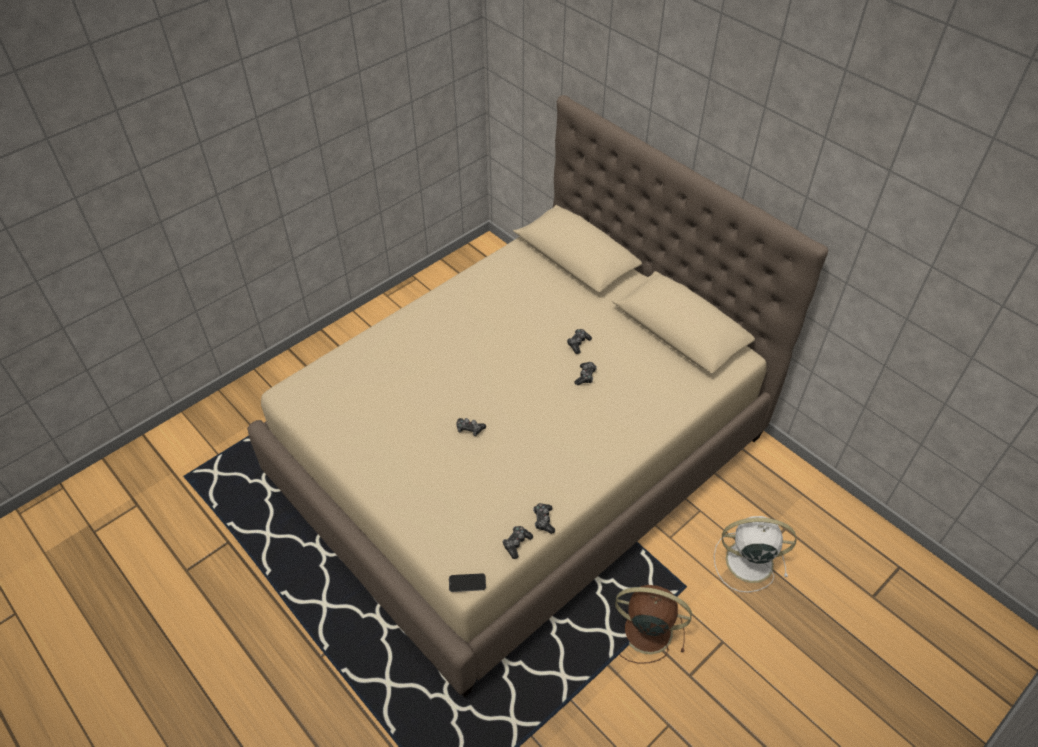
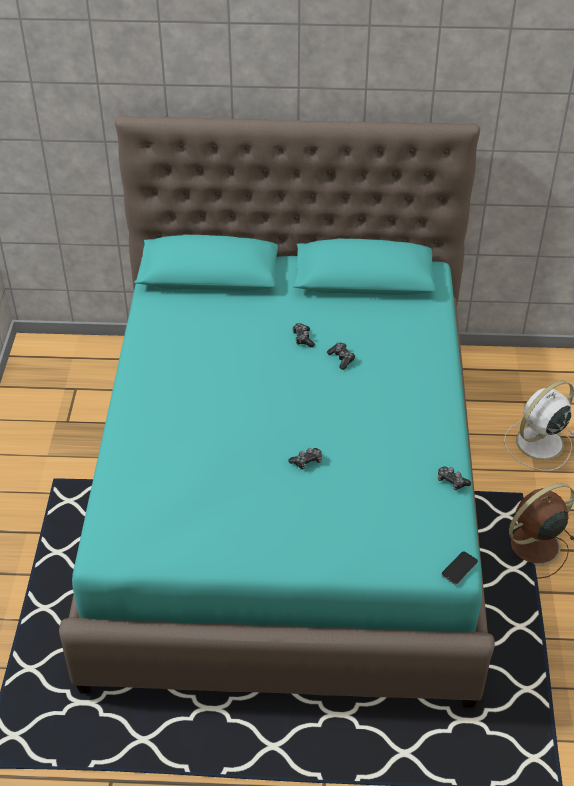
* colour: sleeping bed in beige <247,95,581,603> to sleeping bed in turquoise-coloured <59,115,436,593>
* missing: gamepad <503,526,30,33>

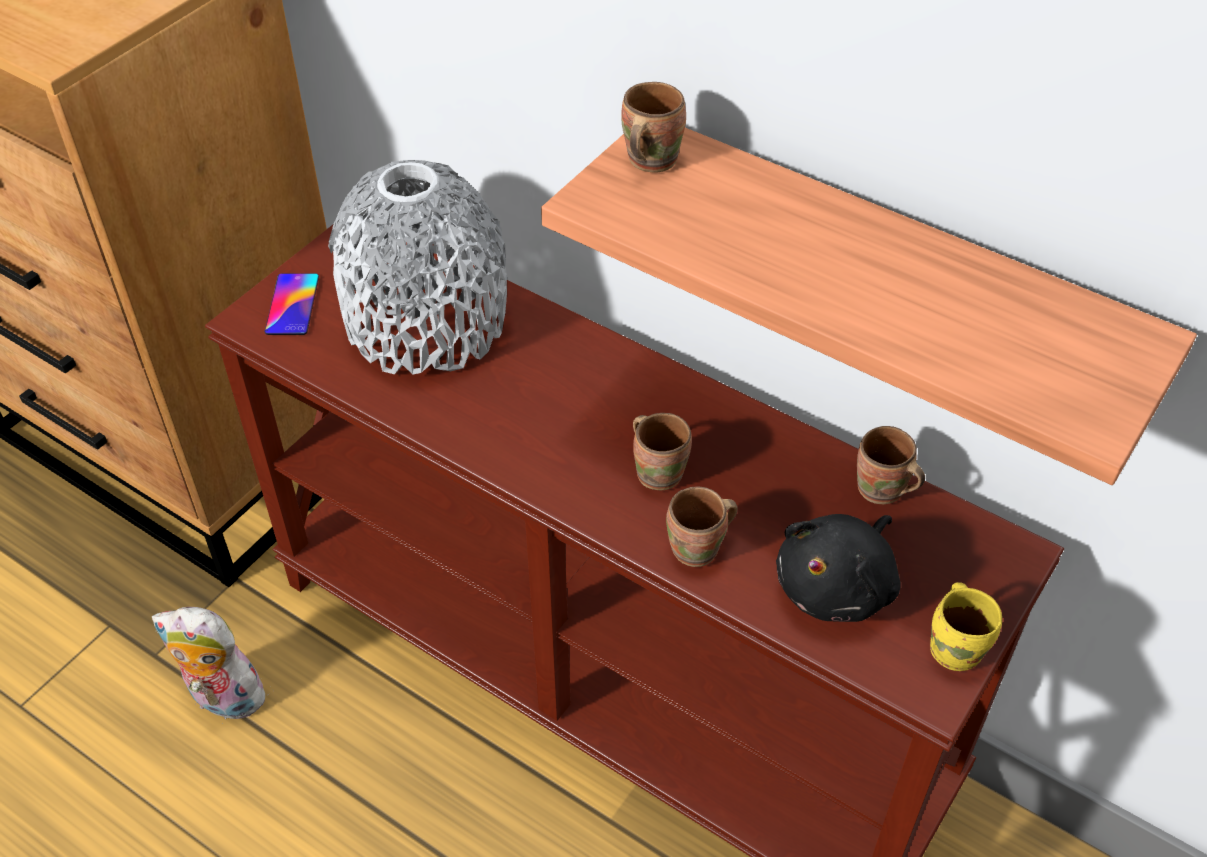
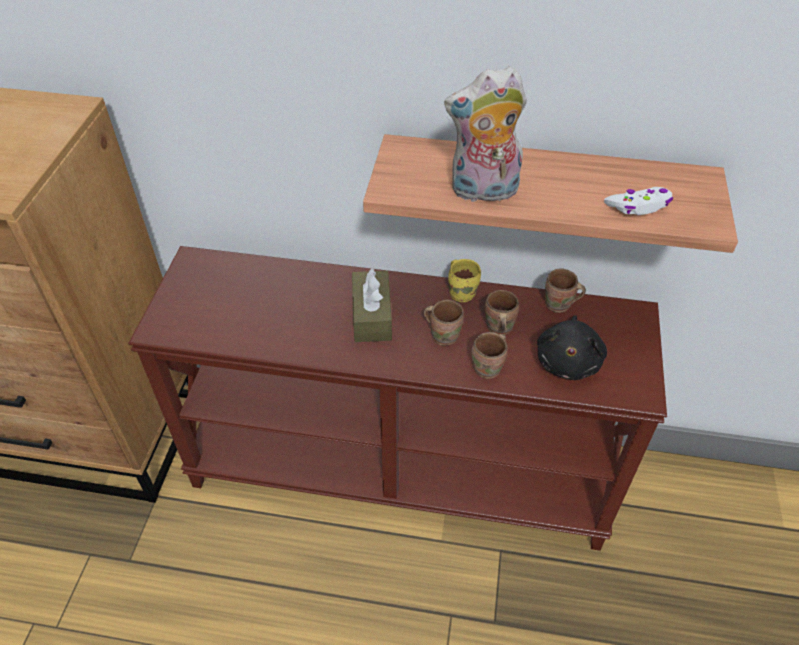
* relocated: plush toy <152,607,117,117> to <444,66,83,136>
* missing: handset <264,273,55,62>
* missing: vase in gray <328,160,179,215>
* relocated: mug in brown-coloured <621,82,65,91> to <485,290,34,45>
* relocated: mug in yellow <930,582,72,89> to <448,259,33,43>
* appeared: box of tissues in brown-coloured <352,268,40,74>
* appeared: gamepad in whitish <604,187,69,28>

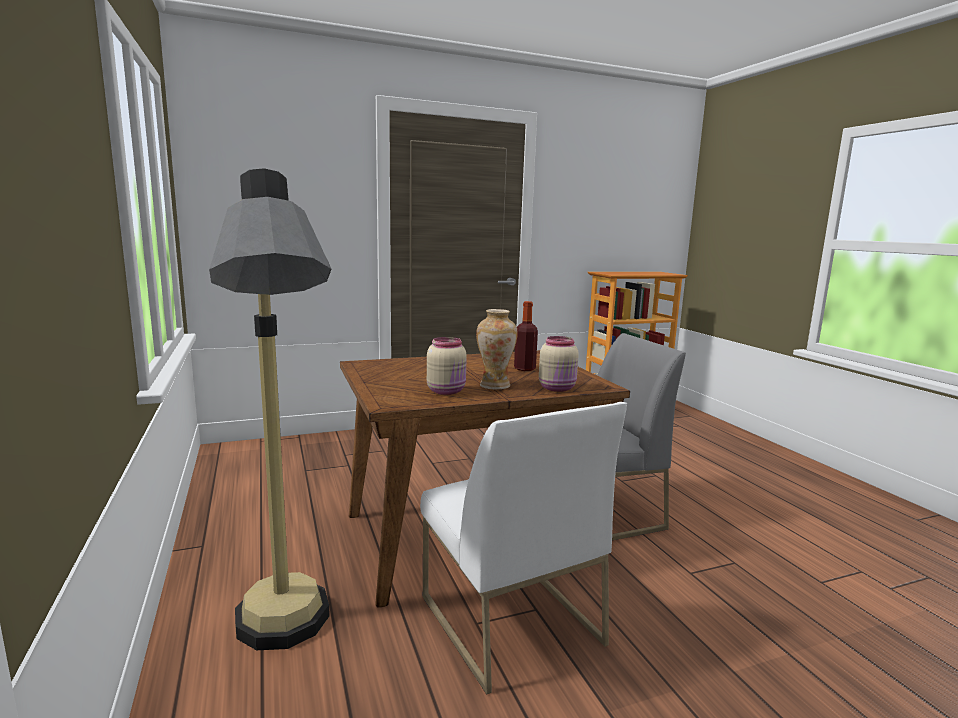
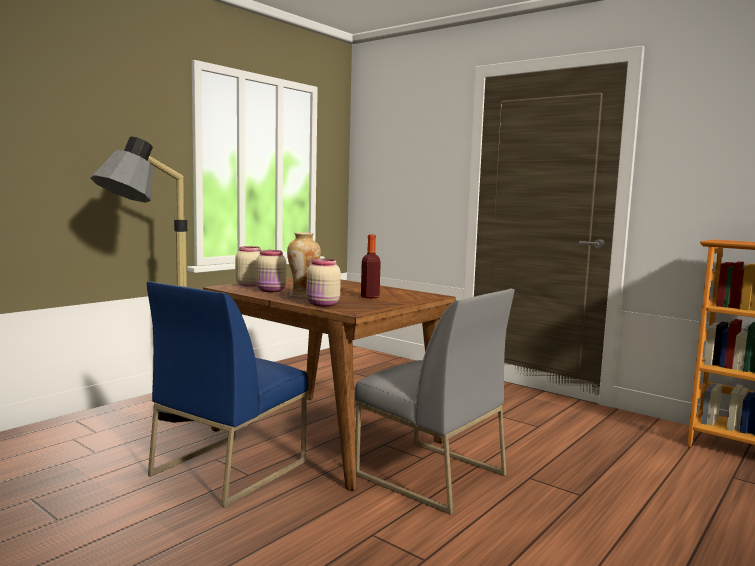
* colour: chair in whitish <420,402,207,292> to chair in bluish <147,281,161,227>
* appeared: jar in beige <235,246,26,41>

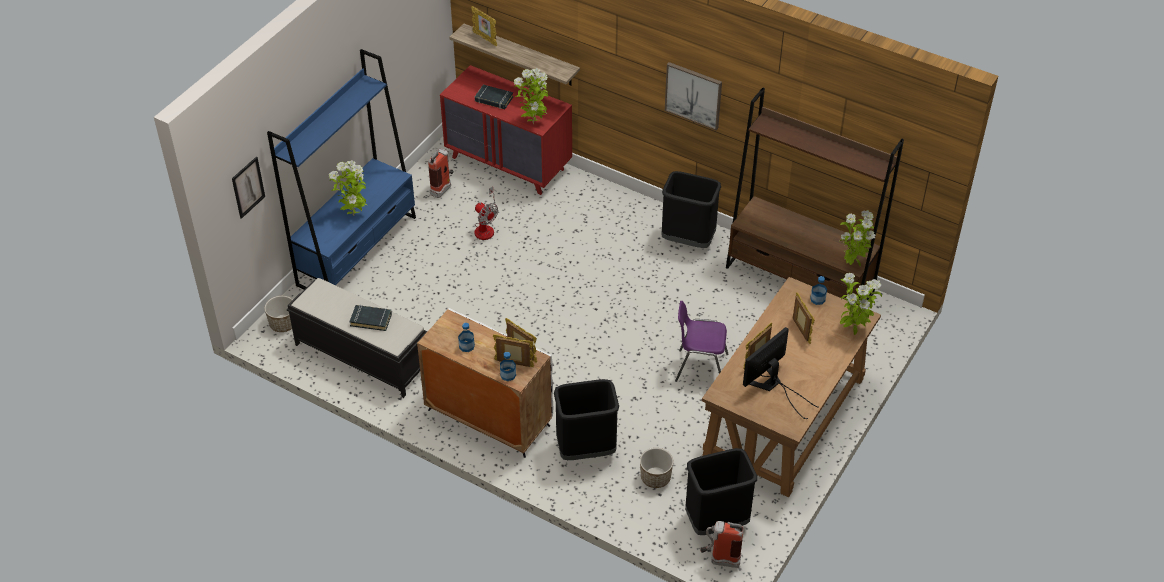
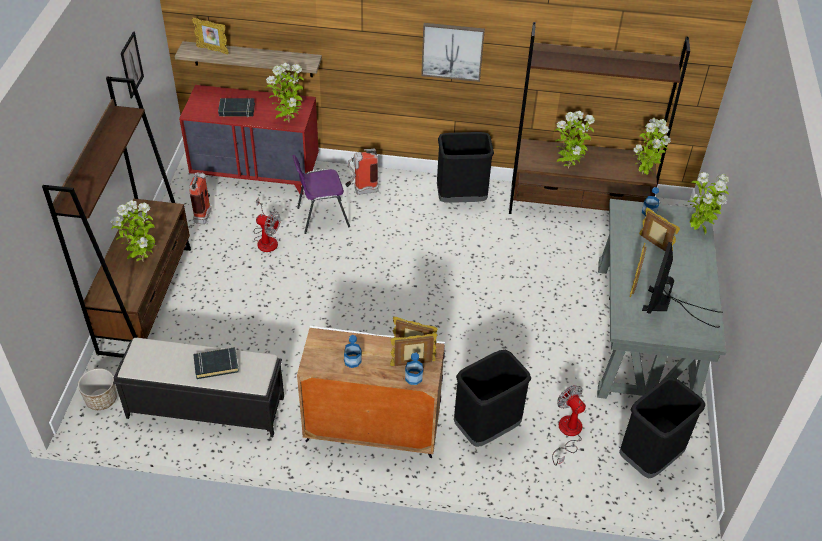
* relocated: wall art <232,157,33,62> to <121,32,23,66>
* colour: shelving unit in bluish <267,49,149,240> to shelving unit in brown-coloured <42,76,149,282>
* exchanged: flower pot <640,448,33,40> to cooling fan <552,385,34,81>
* relocated: chair in purplish <675,301,54,81> to <292,155,58,79>
* relocated: extinguisher <700,521,44,47> to <345,149,34,46>
* colour: desk table in brown-coloured <702,277,179,220> to desk table in gray <597,199,129,200>
* appeared: plant in a pot <554,111,41,58>

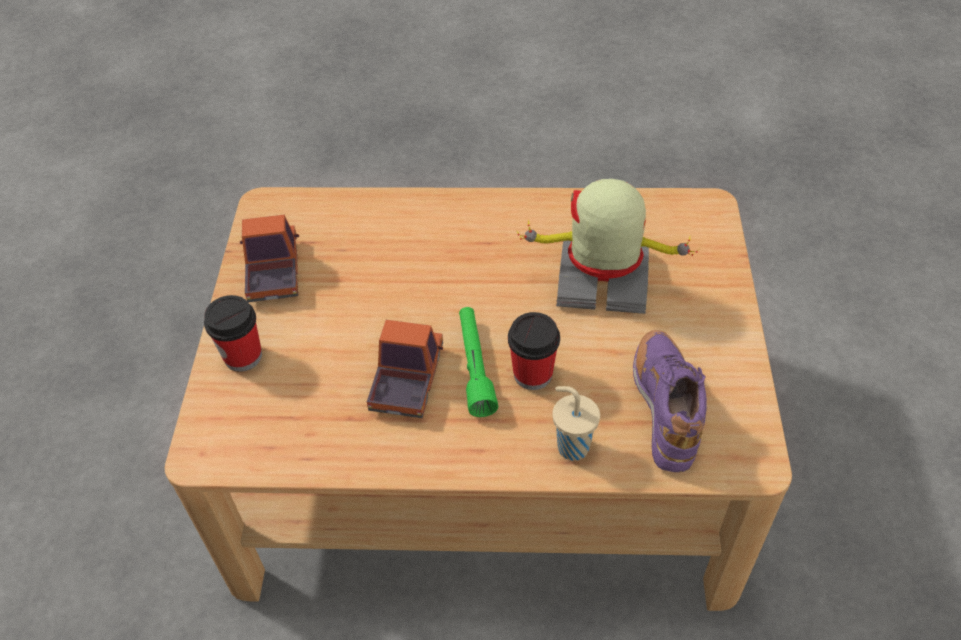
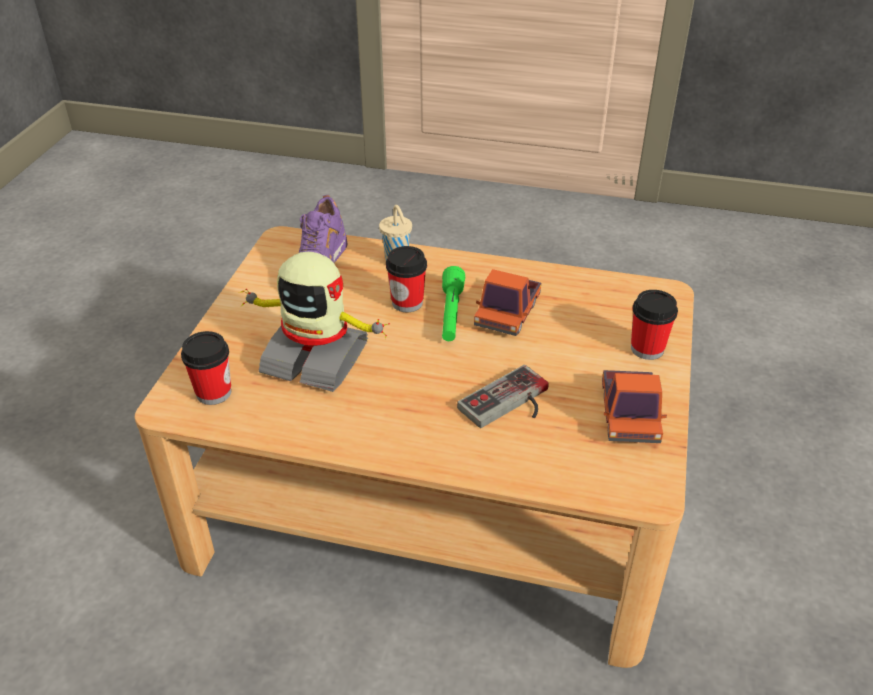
* appeared: drinking cup <181,331,50,74>
* appeared: gamepad <457,365,92,63>

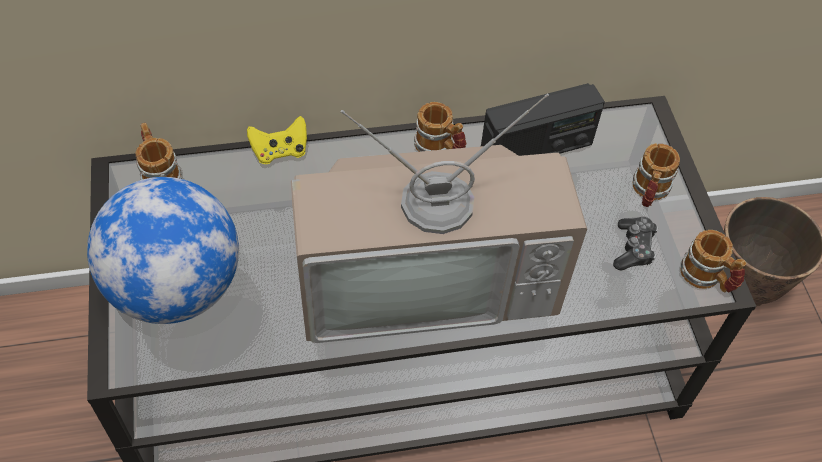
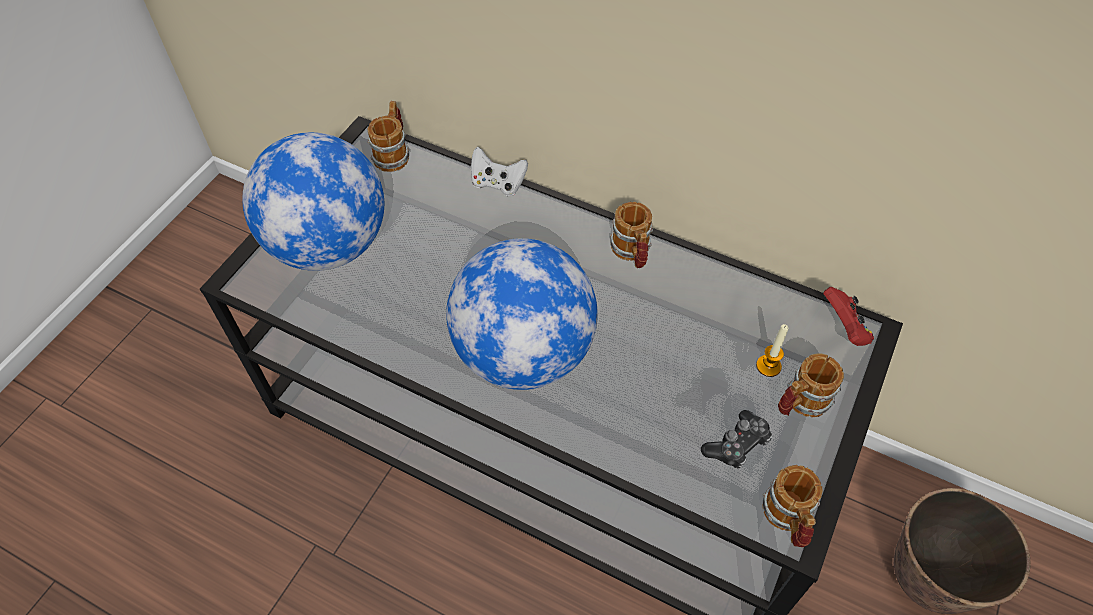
* colour: gamepad in yellow <247,116,60,48> to gamepad in whitish <471,147,57,49>
* exchanged: TV <290,93,297,250> to world globe <446,238,152,152>
* missing: radio receiver <481,83,124,73>
* appeared: wax light <756,324,32,53>
* appeared: gamepad in reddish <823,287,51,59>

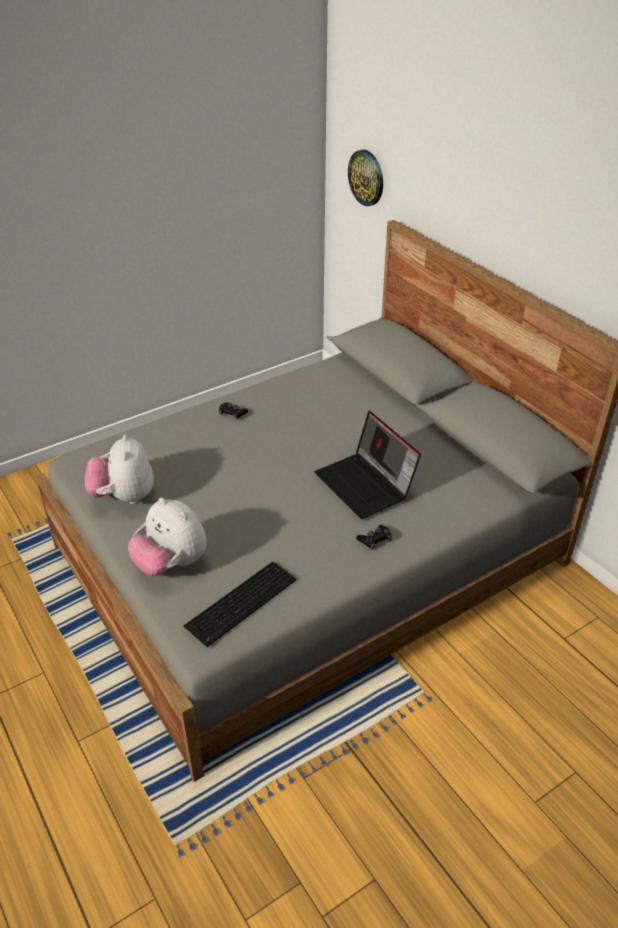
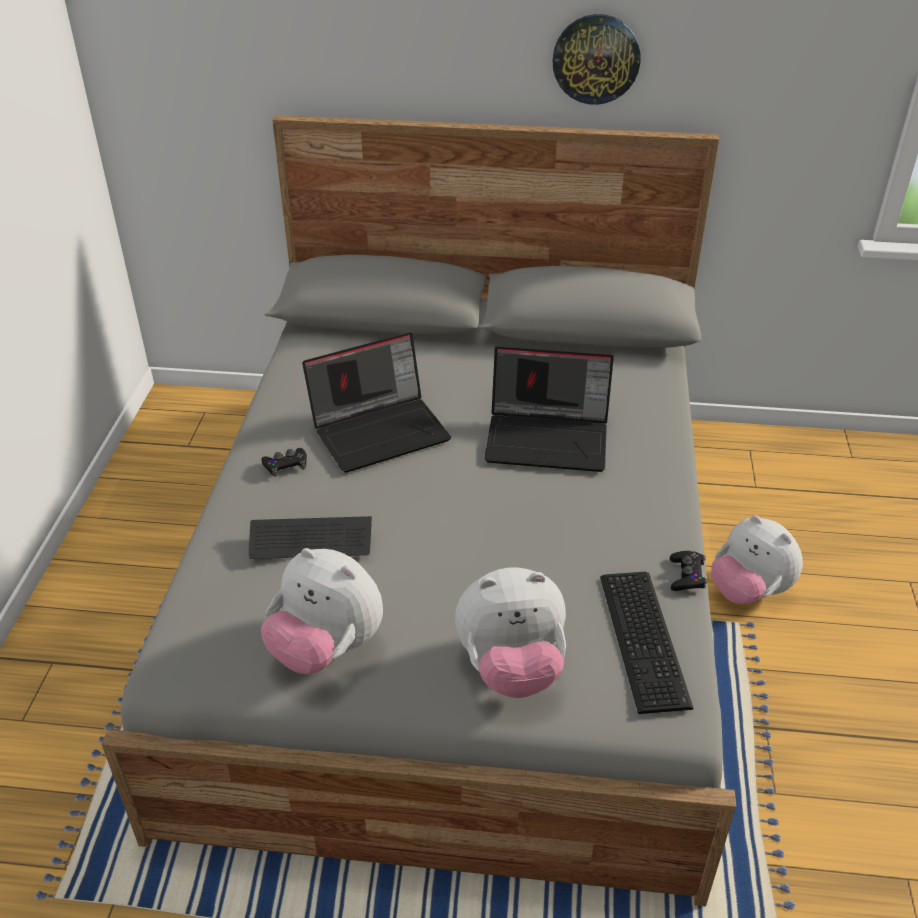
* relocated: hanging clock <348,150,35,56> to <553,14,87,91>
* relocated: gamepad in blackish <356,525,36,25> to <670,551,37,40>
* appeared: computer keyboard <249,516,123,43>
* appeared: portable computer <302,332,149,141>
* appeared: plush toy <711,515,92,89>

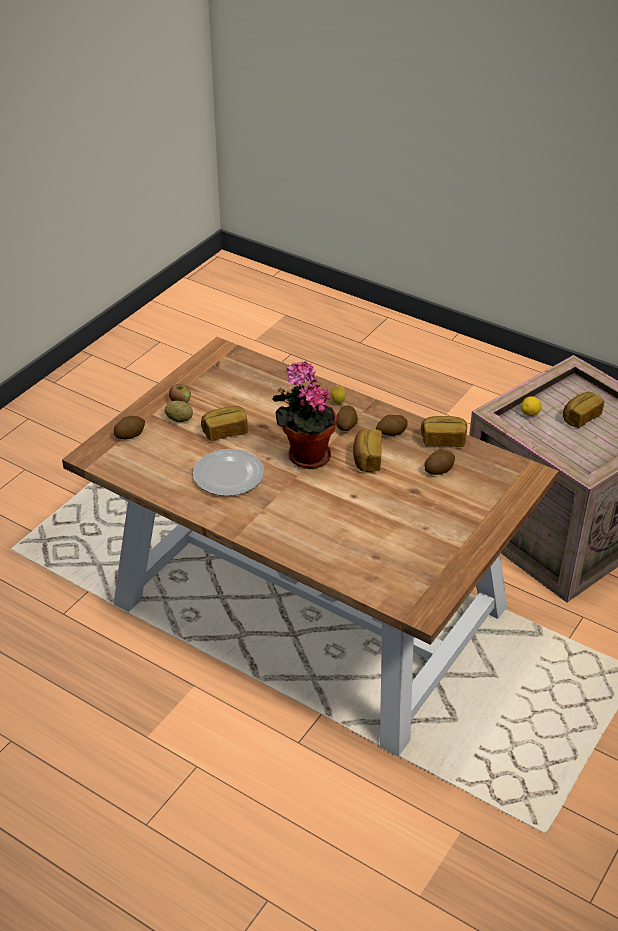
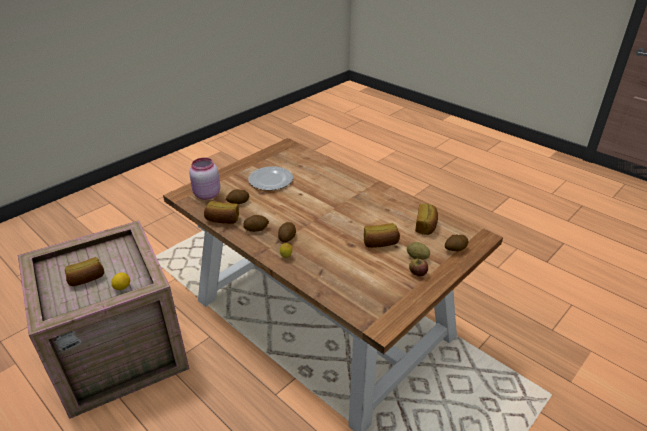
* relocated: plate <193,449,71,47> to <248,166,45,24>
* missing: plant in a pot <272,361,65,108>
* relocated: baked bread <353,429,29,43> to <415,204,23,31>
* appeared: jar in pink-coloured <189,158,31,42>

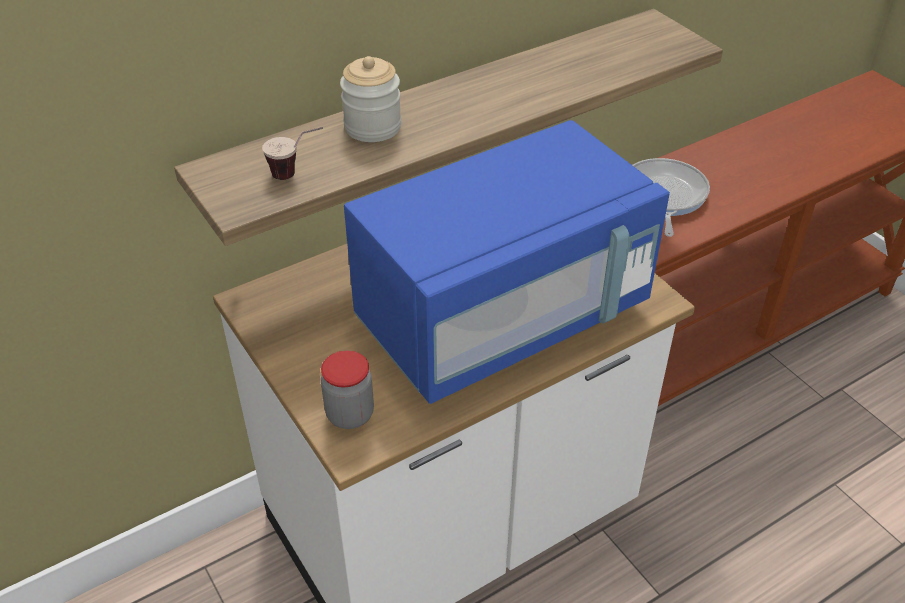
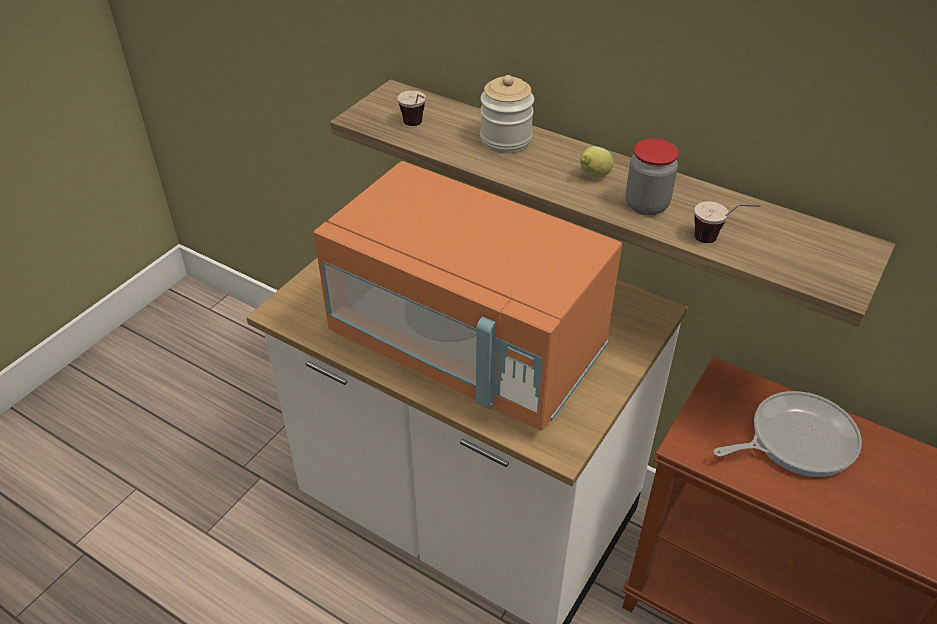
* relocated: jar <321,350,53,79> to <625,139,54,76>
* colour: microwave oven in bluish <344,120,326,284> to microwave oven in orange <313,161,309,270>
* appeared: citrus fruit <580,146,33,31>
* appeared: drinking cup <694,201,67,42>

